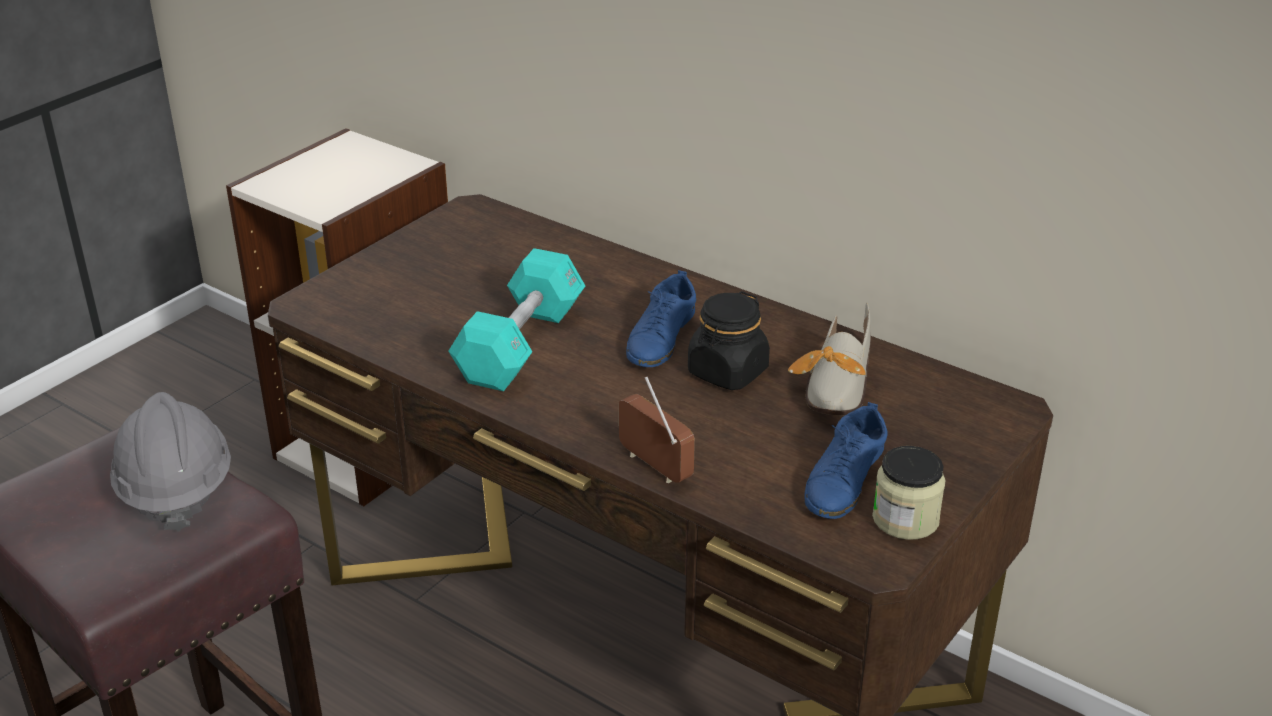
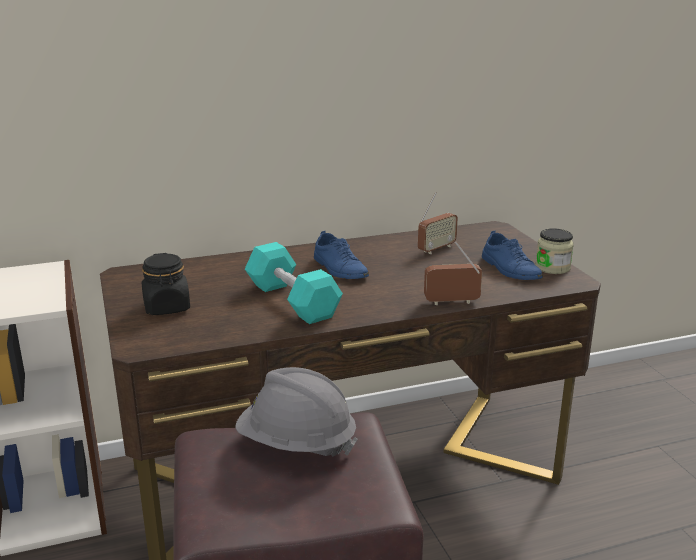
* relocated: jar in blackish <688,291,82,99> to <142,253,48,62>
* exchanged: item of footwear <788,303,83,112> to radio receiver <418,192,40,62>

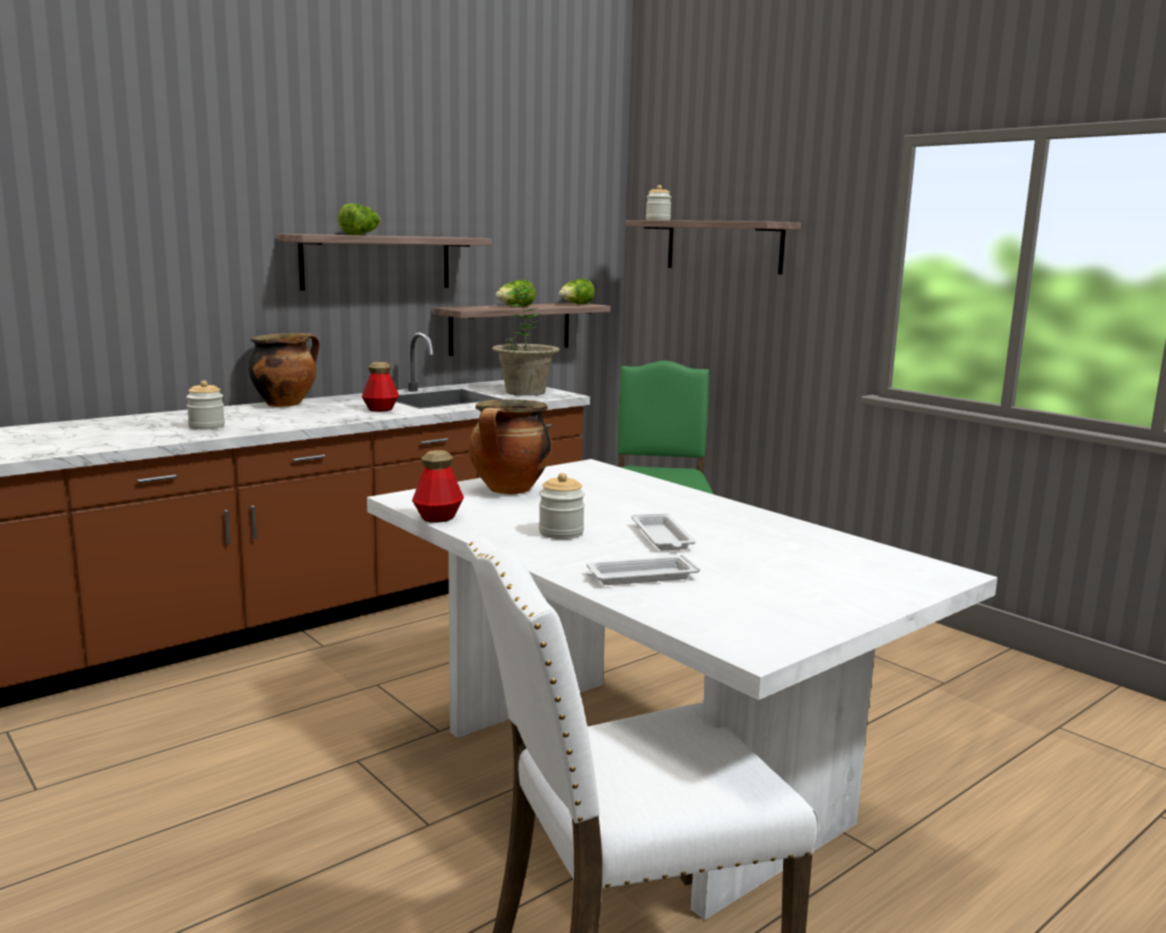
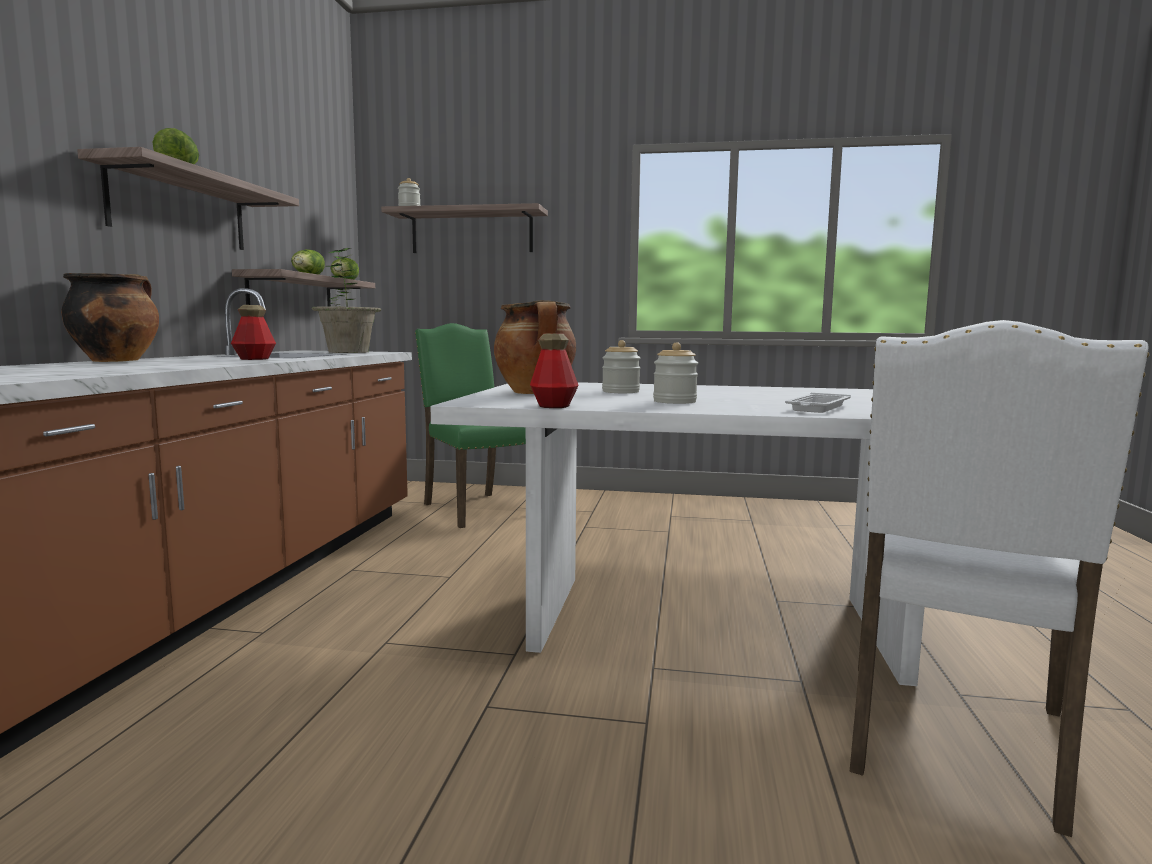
* relocated: jar <186,380,39,50> to <602,340,39,53>
* missing: tray in whitish <631,513,65,37>

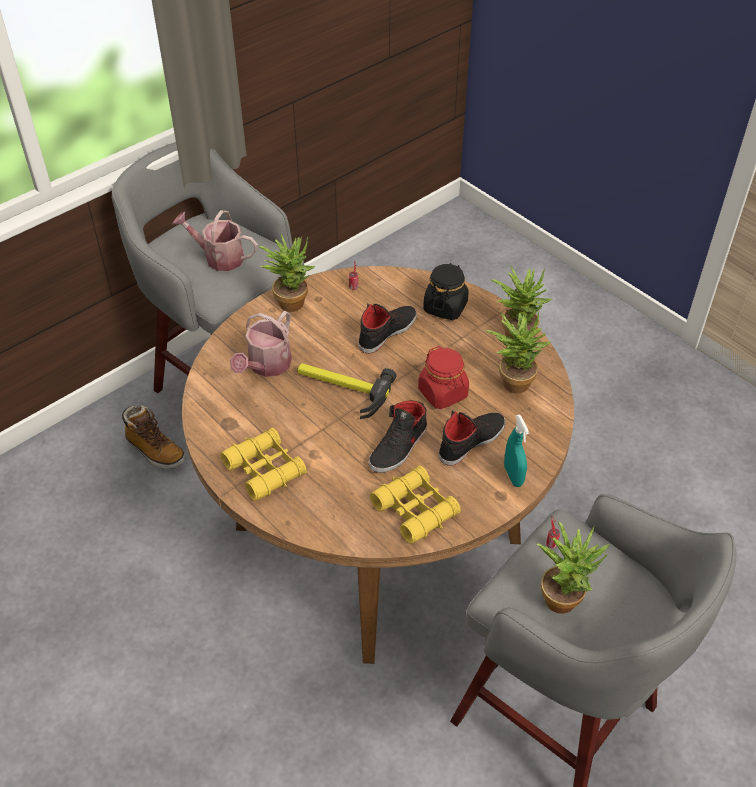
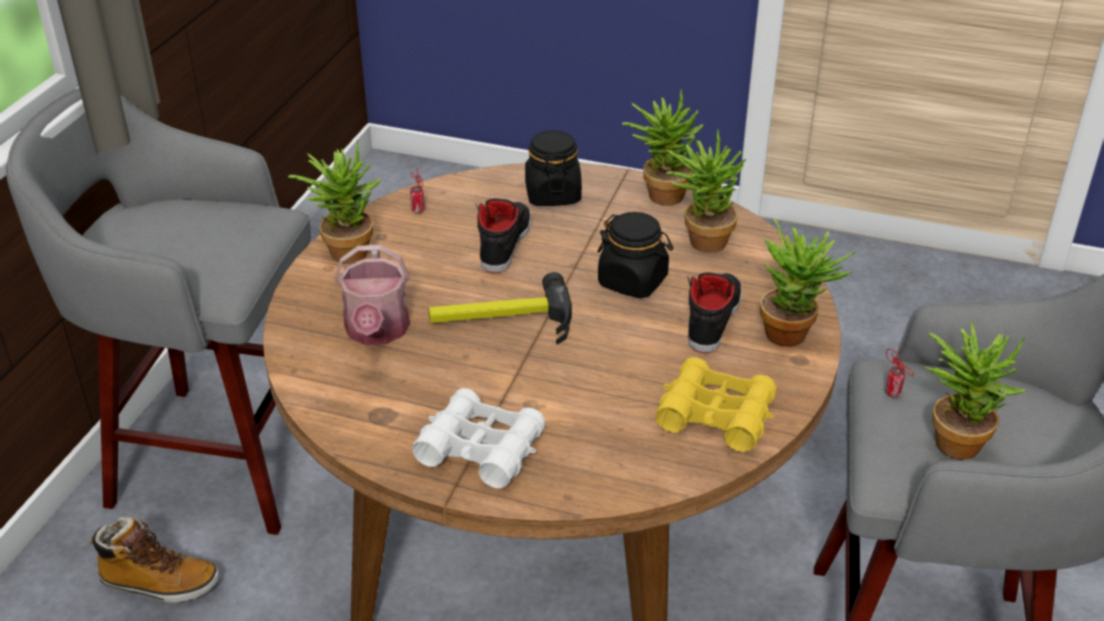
* missing: watering can <173,210,85,61>
* colour: binoculars in yellow <221,428,86,73> to binoculars in whitish <412,388,134,100>
* missing: item of footwear in blackish <369,400,58,73>
* colour: jar in reddish <418,346,51,63> to jar in blackish <597,212,76,86>
* exchanged: spray bottle in turquoise-coloured <504,414,25,73> to plant in a pot <760,219,98,128>

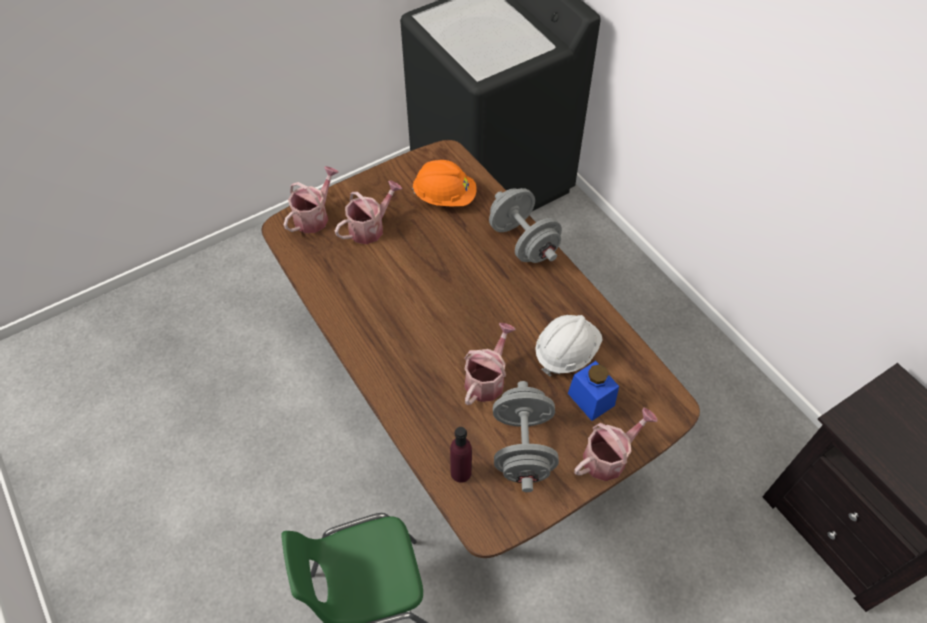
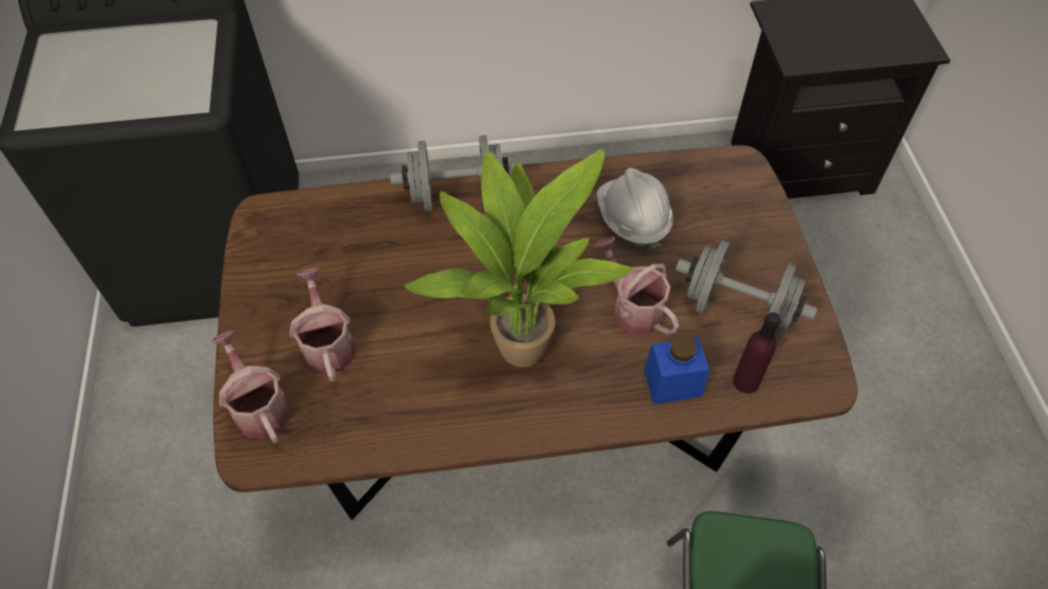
* missing: safety helmet in orange <412,160,65,47>
* relocated: jar in bluish <568,361,51,60> to <644,335,65,69>
* missing: watering can <574,407,84,74>
* appeared: plant in a pot <404,149,229,219>

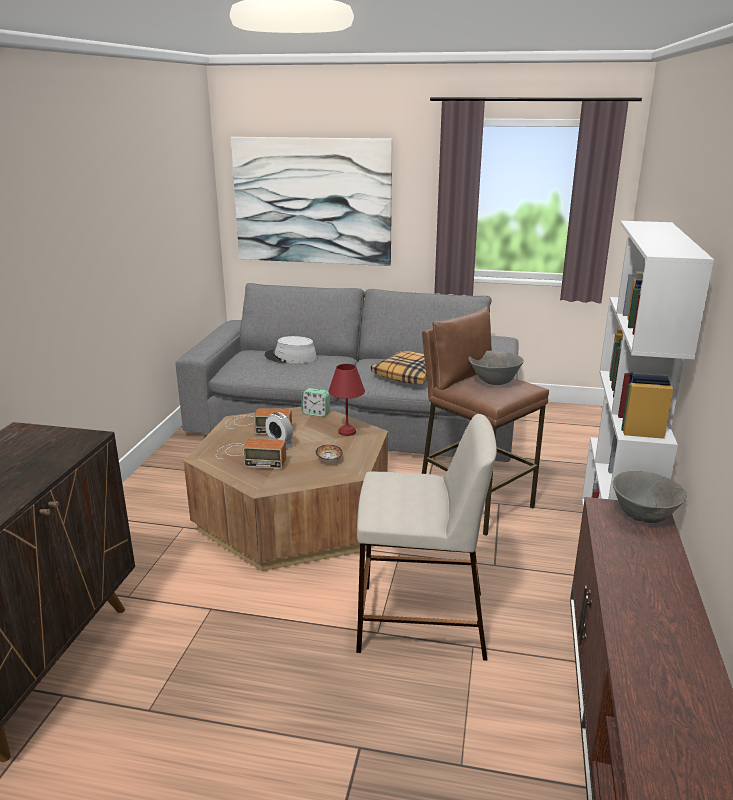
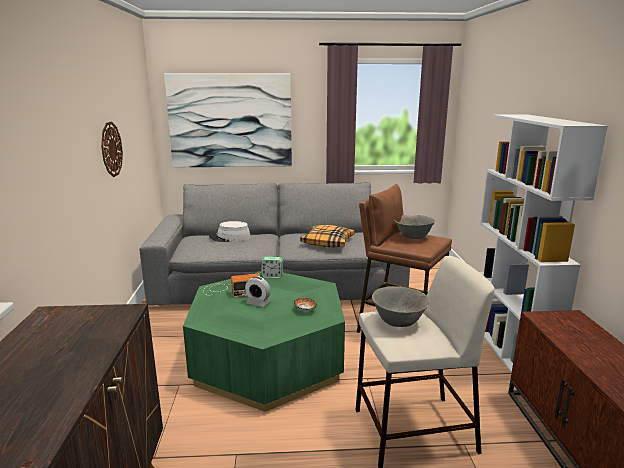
* colour: low table in brown-coloured <184,407,204,164> to low table in green-coloured <183,272,162,140>
* missing: radio receiver <216,439,70,30>
* missing: table lamp in reddish <328,364,37,72>
* relocated: bowl in gray <612,471,75,52> to <372,286,58,41>
* appeared: hanging clock <101,122,22,55>

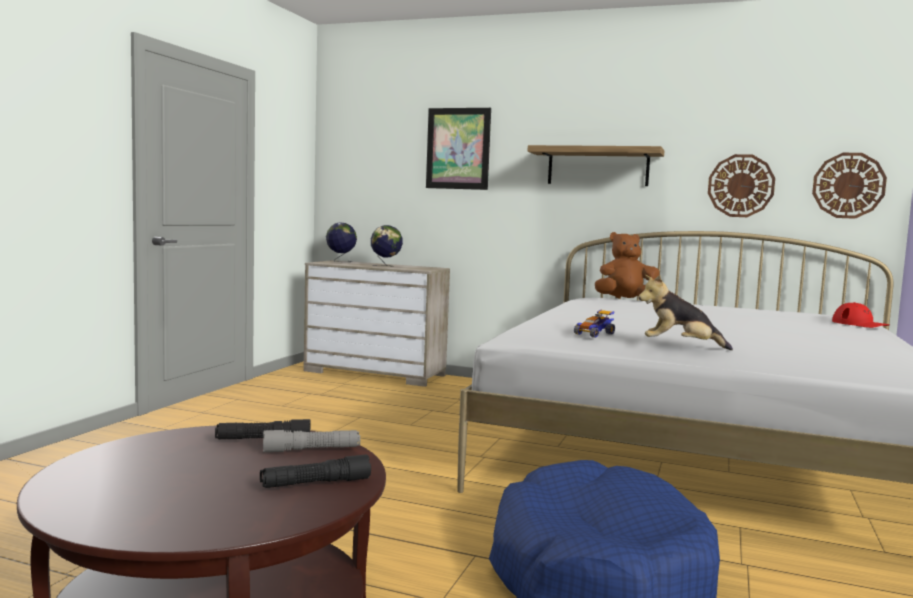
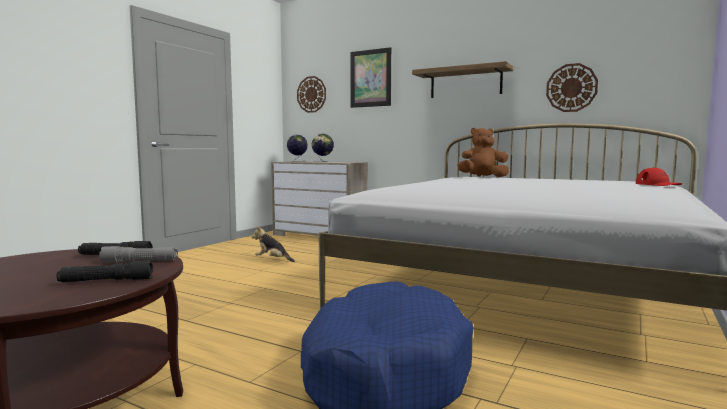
* missing: miniature car <574,310,41,28>
* relocated: plush toy <639,275,94,75> to <251,226,44,36>
* relocated: hanging clock <812,153,75,66> to <297,76,29,37>

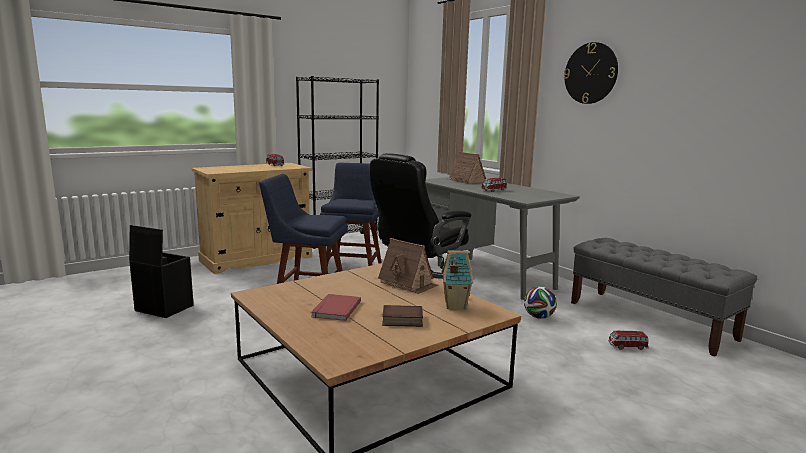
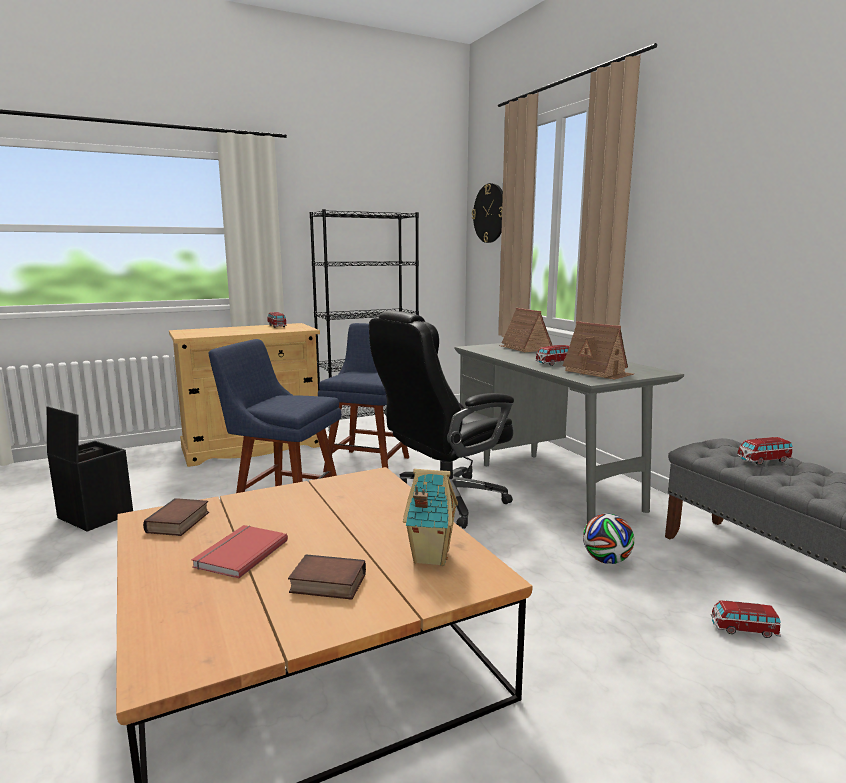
* relocated: model house <378,238,60,56> to <563,321,71,59>
* relocated: hanging clock <564,42,54,62> to <472,183,31,60>
* appeared: book <143,498,66,38>
* appeared: miniature car <737,437,56,28>

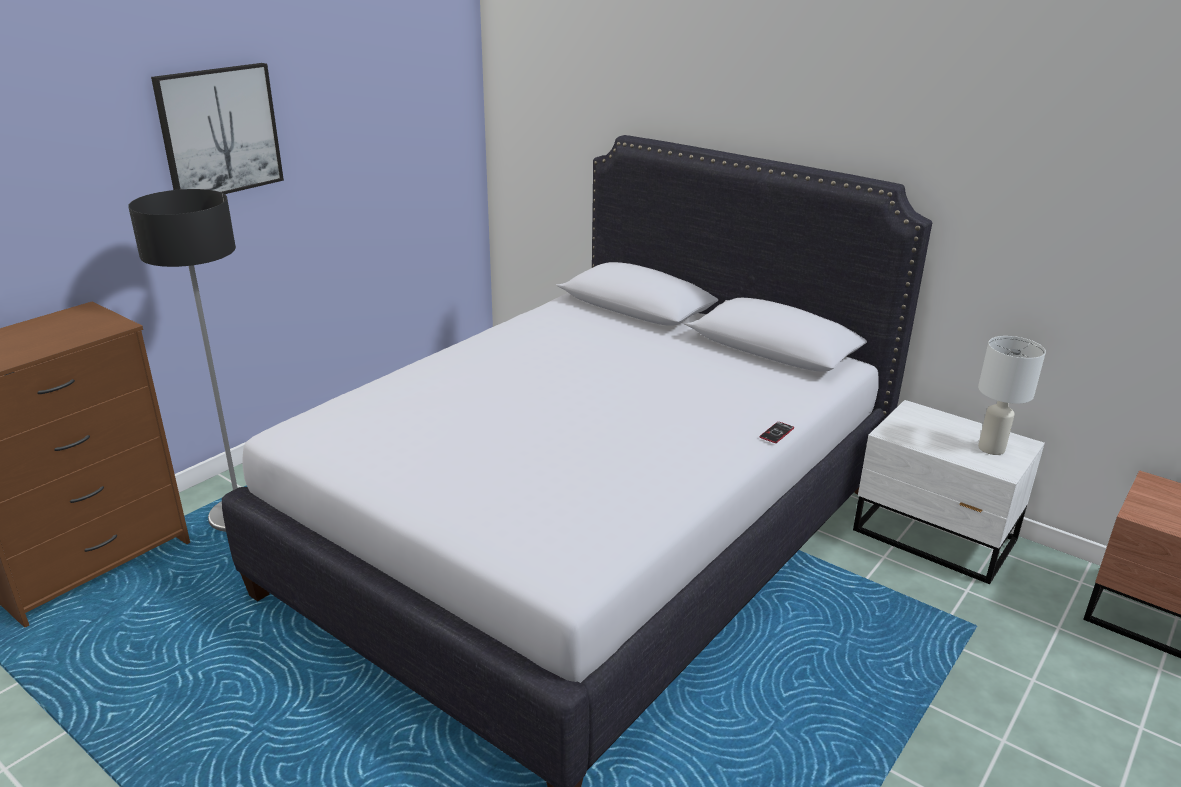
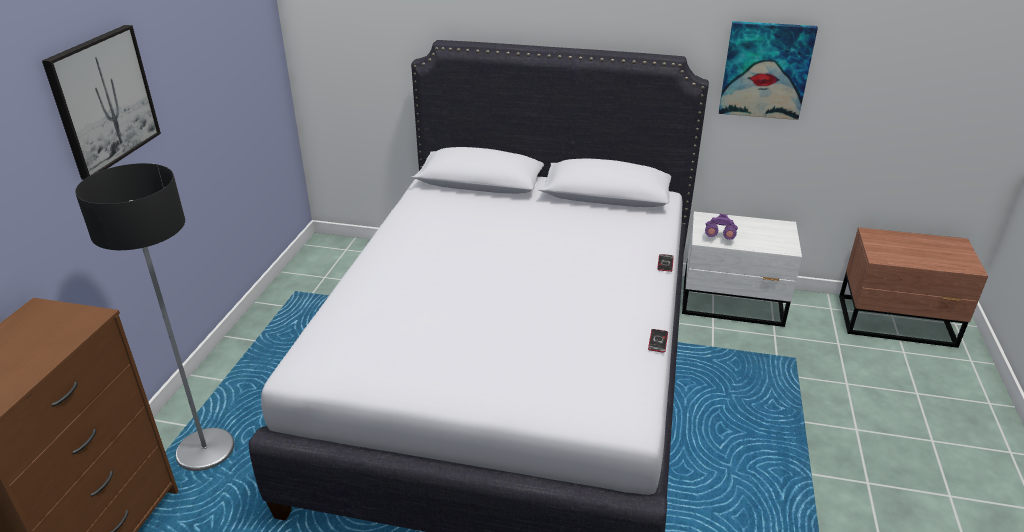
* missing: table lamp in whitish <978,336,68,119>
* appeared: handset <648,329,20,24>
* appeared: binoculars in purplish <705,213,33,27>
* appeared: wall art <719,21,99,99>

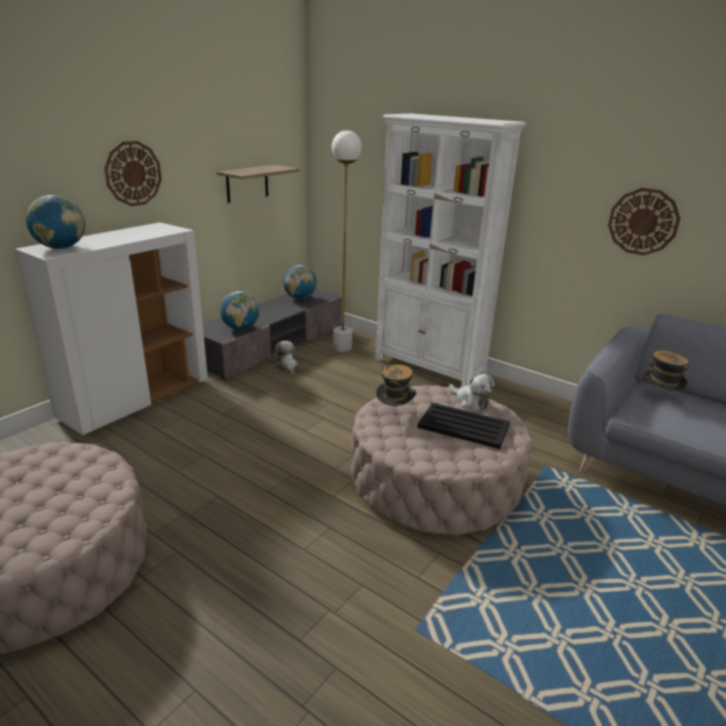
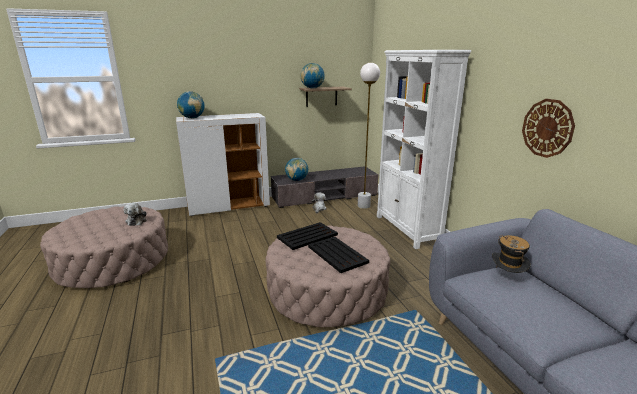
* missing: hanging clock <104,141,58,65>
* relocated: world globe <283,265,34,34> to <300,63,25,26>
* exchanged: wearable hat <376,364,41,42> to tray in blackish <277,222,61,28>
* relocated: plush toy <449,374,46,37> to <124,203,23,23>

